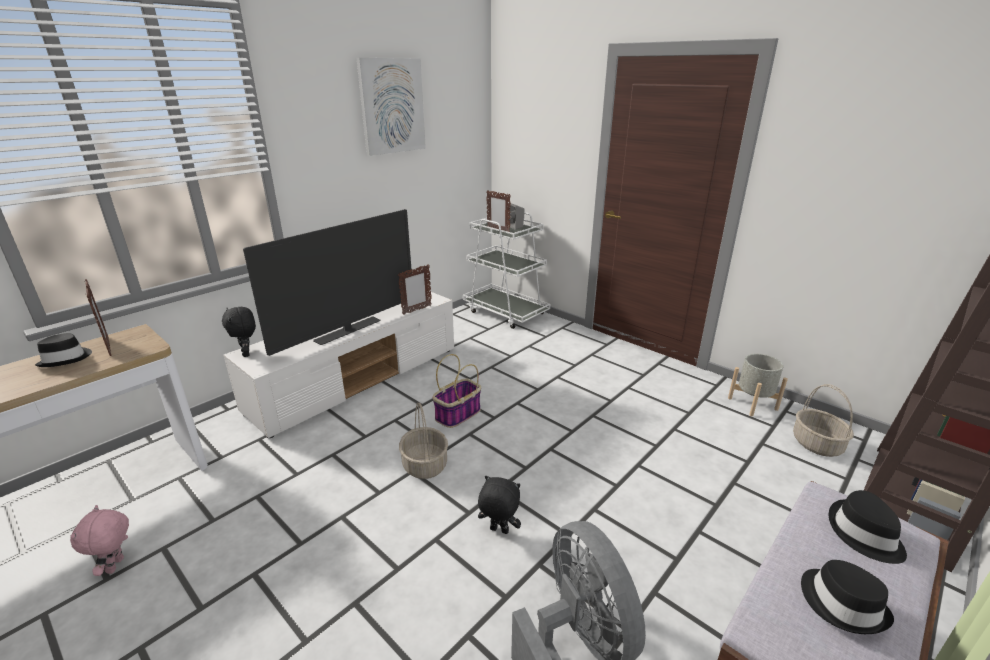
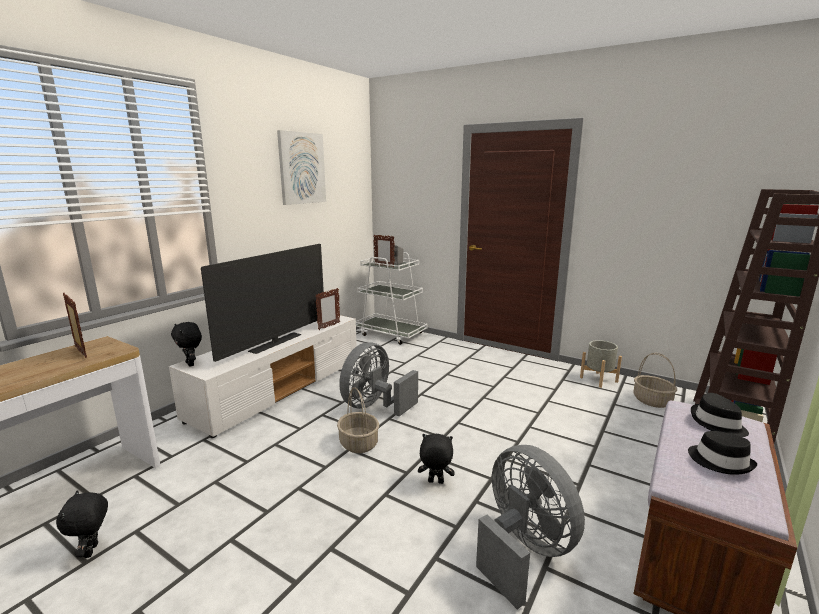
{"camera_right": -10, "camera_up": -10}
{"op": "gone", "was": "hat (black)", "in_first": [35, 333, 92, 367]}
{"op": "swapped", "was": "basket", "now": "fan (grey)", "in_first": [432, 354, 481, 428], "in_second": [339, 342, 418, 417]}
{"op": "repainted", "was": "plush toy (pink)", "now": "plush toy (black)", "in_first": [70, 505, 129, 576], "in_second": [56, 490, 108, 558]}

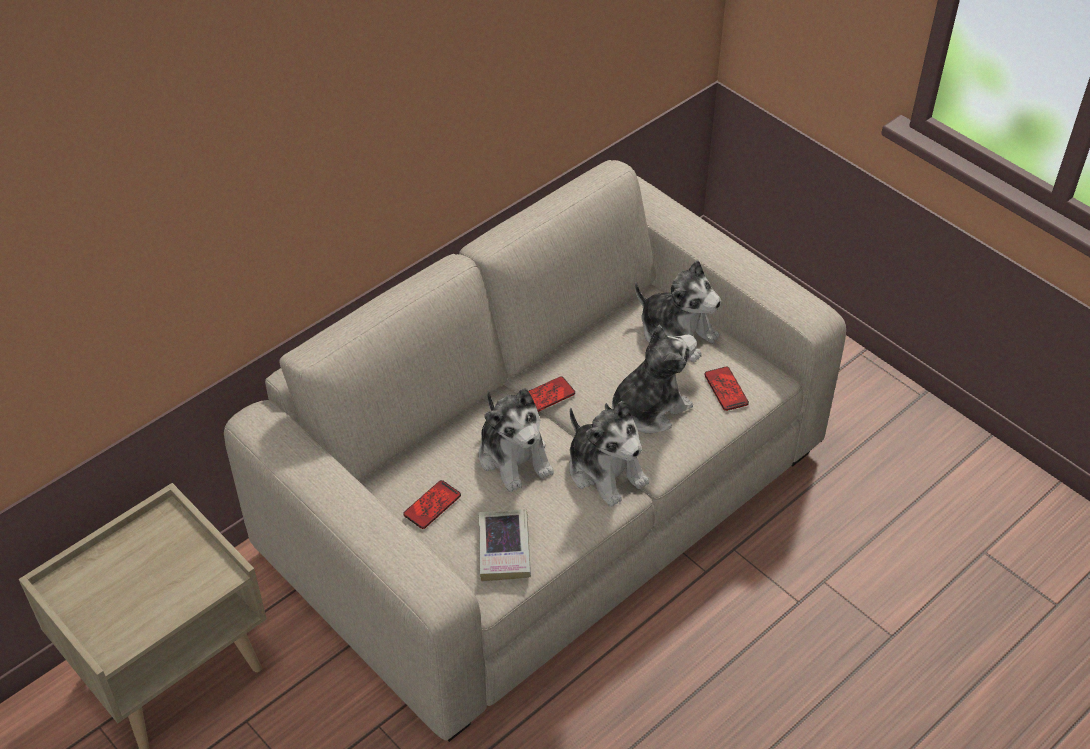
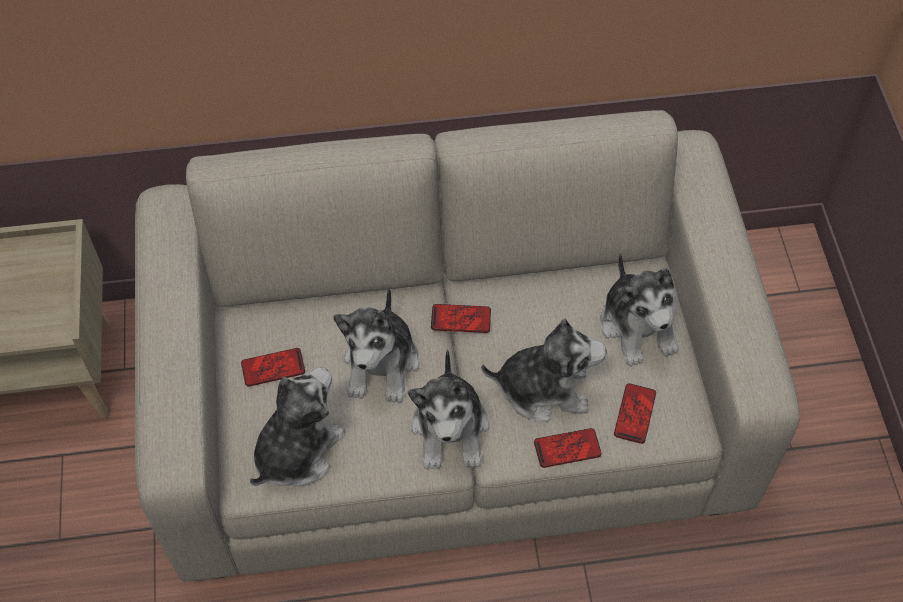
{"camera_right": 35, "camera_up": 10}
{"op": "swapped", "was": "book", "now": "plush toy", "in_first": [479, 509, 531, 581], "in_second": [250, 367, 345, 486]}
{"op": "new", "now": "phone", "in_second": [534, 428, 602, 468]}

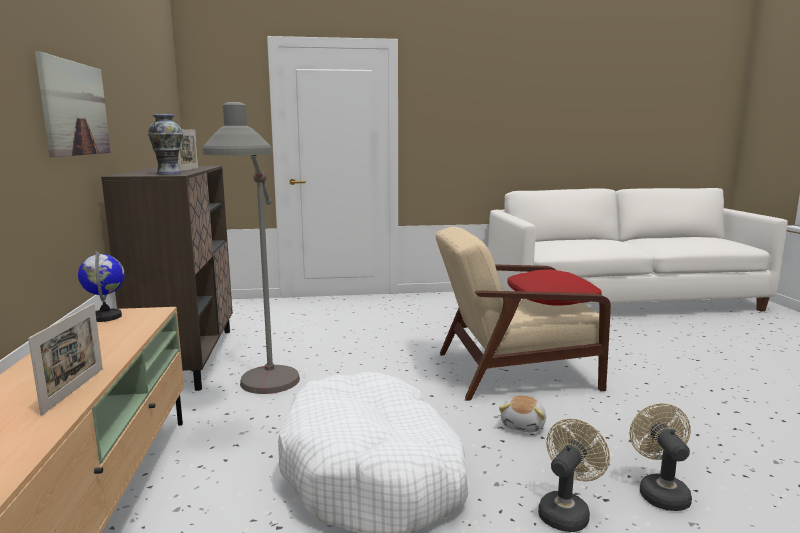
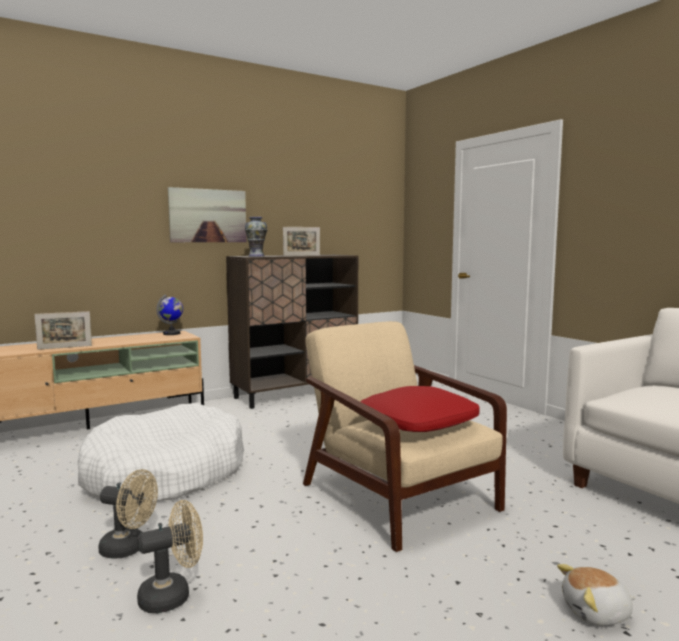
{"camera_right": 65, "camera_up": -5}
{"op": "gone", "was": "floor lamp (grey)", "in_first": [203, 102, 300, 394]}
{"op": "shifted", "was": "plush toy", "in_first": [499, 395, 546, 433], "in_second": [557, 564, 636, 626]}

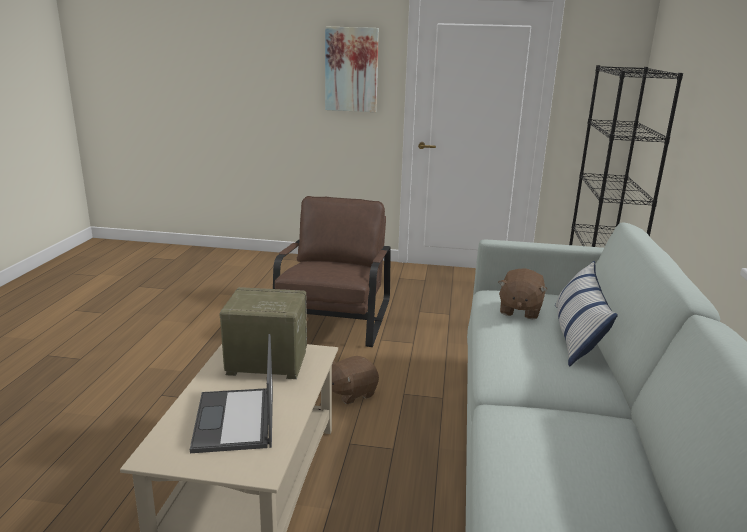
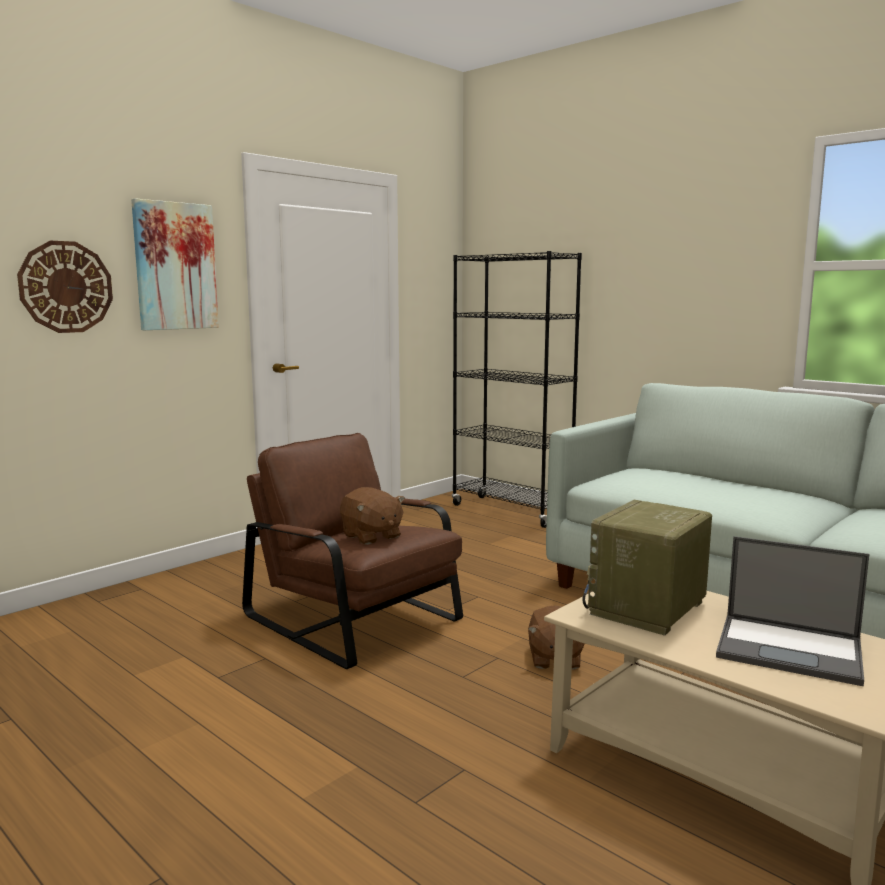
{"camera_right": -55, "camera_up": -10}
{"op": "gone", "was": "pillow", "in_first": [555, 261, 618, 367]}
{"op": "shifted", "was": "plush toy (brown)", "in_first": [498, 269, 548, 320], "in_second": [340, 487, 405, 545]}
{"op": "new", "now": "wall clock", "in_second": [17, 241, 113, 333]}

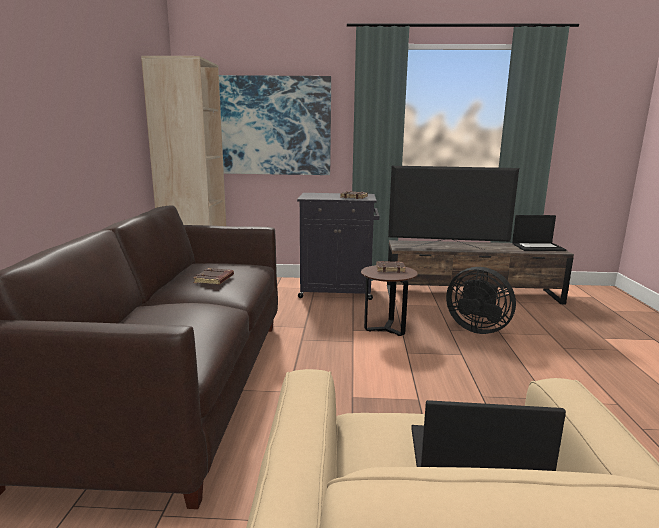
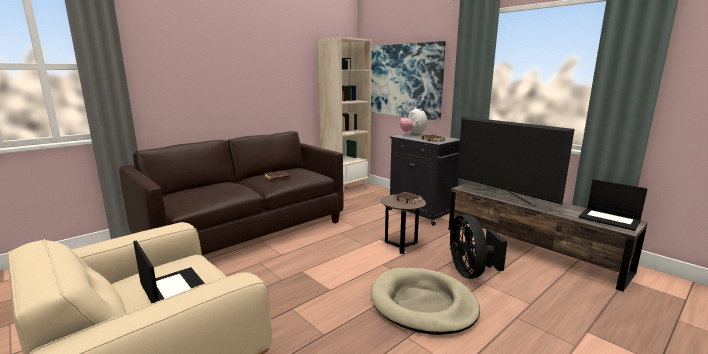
{"camera_right": 45, "camera_up": 0}
{"op": "new", "now": "plush toy", "in_second": [400, 107, 427, 135]}
{"op": "new", "now": "dog bed (beige)", "in_second": [370, 268, 480, 335]}

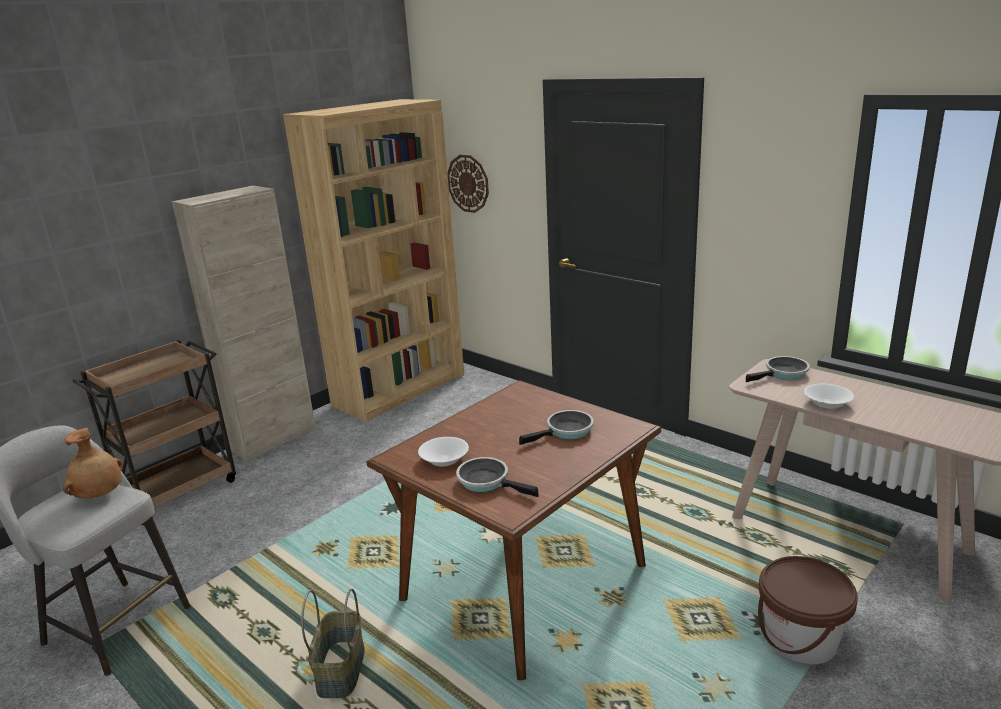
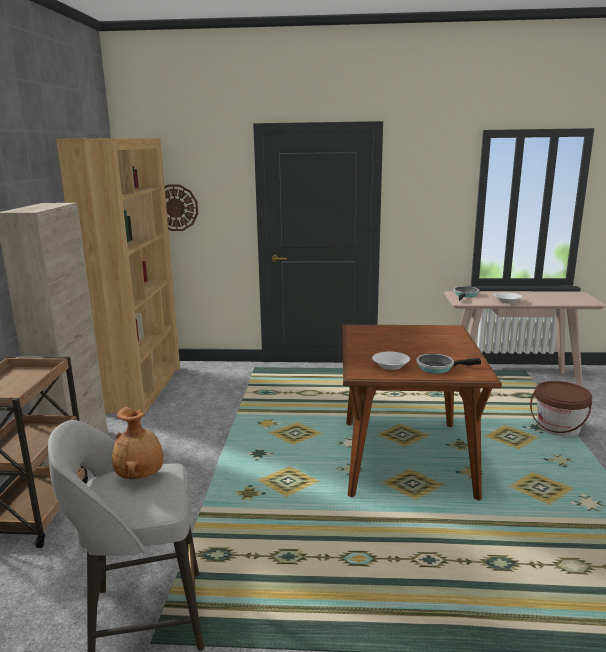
{"camera_right": -40, "camera_up": -5}
{"op": "gone", "was": "frying pan", "in_first": [519, 410, 594, 445]}
{"op": "gone", "was": "basket", "in_first": [301, 589, 365, 698]}

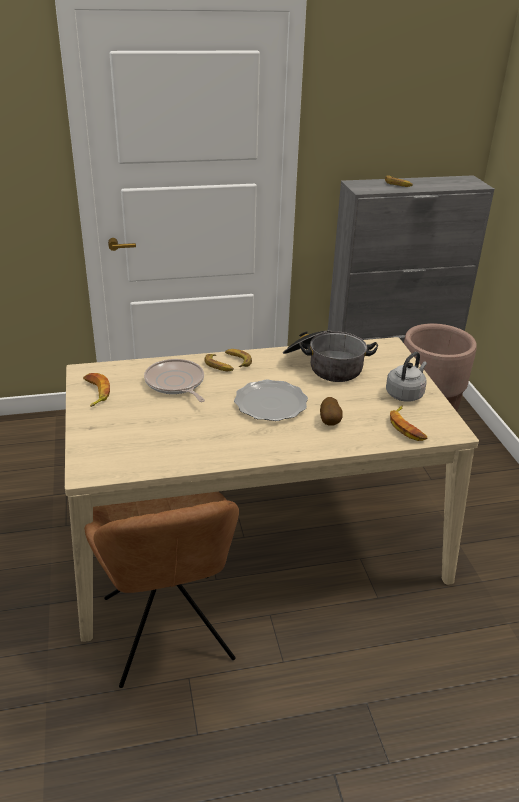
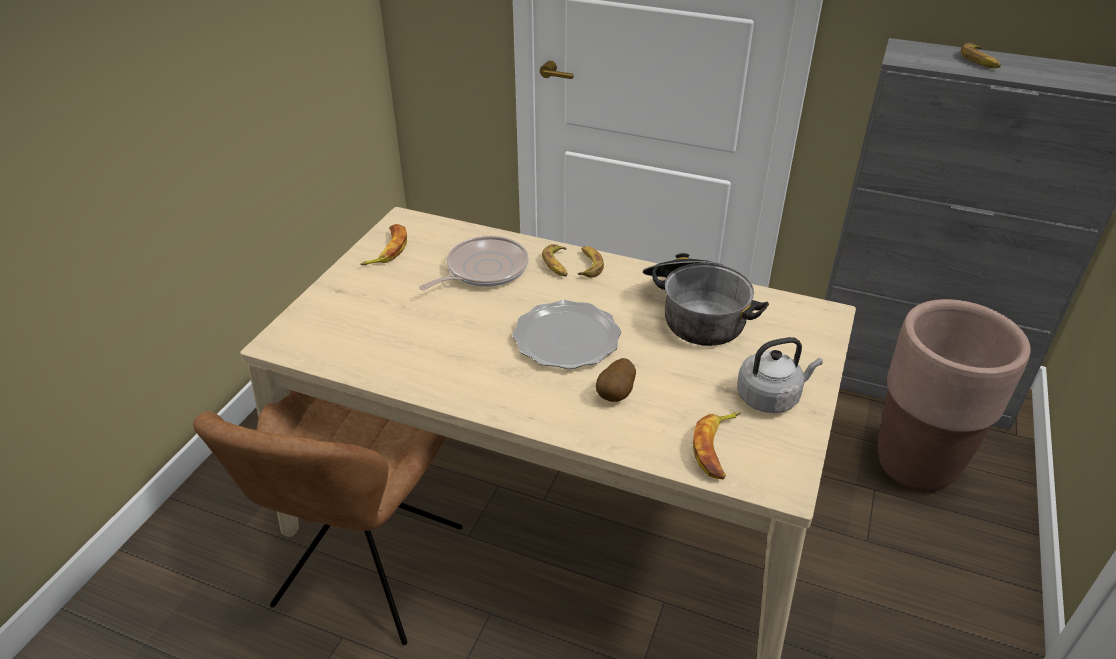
{"camera_right": 35, "camera_up": 5}
{"op": "rotated", "was": "frying pan", "in_first": [144, 359, 205, 402], "in_second": [419, 236, 529, 290], "clockwise": 45}

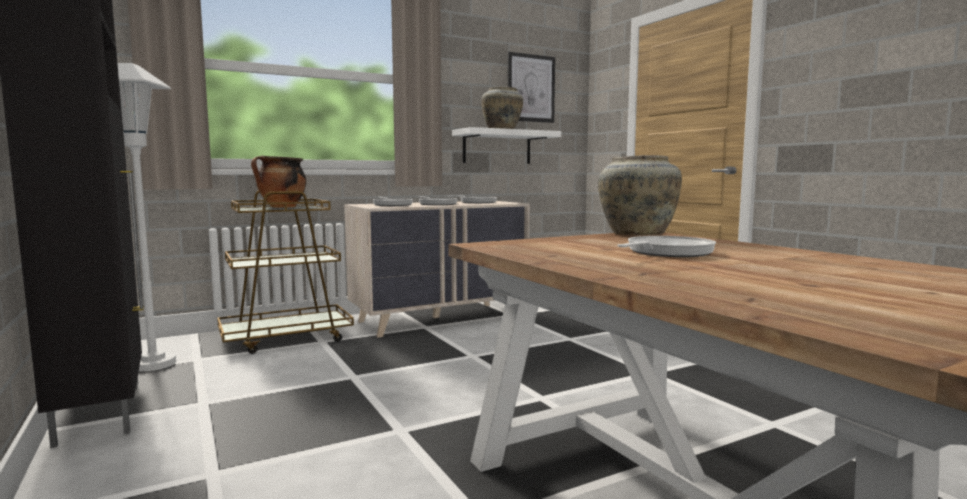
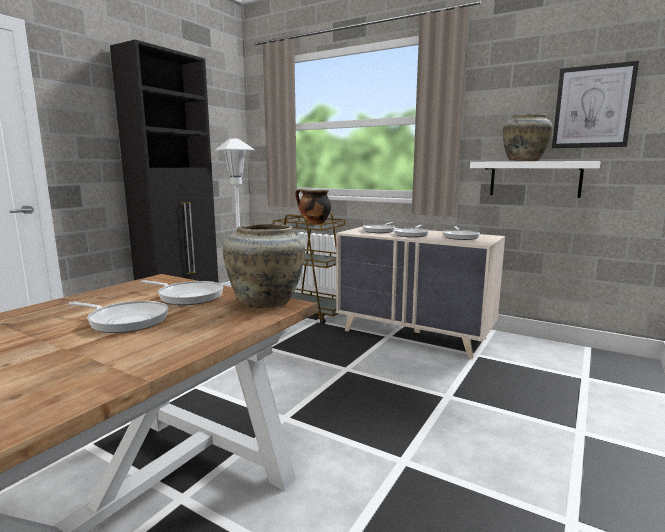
{"camera_right": 60, "camera_up": 5}
{"op": "new", "now": "frying pan", "in_second": [141, 280, 223, 305]}

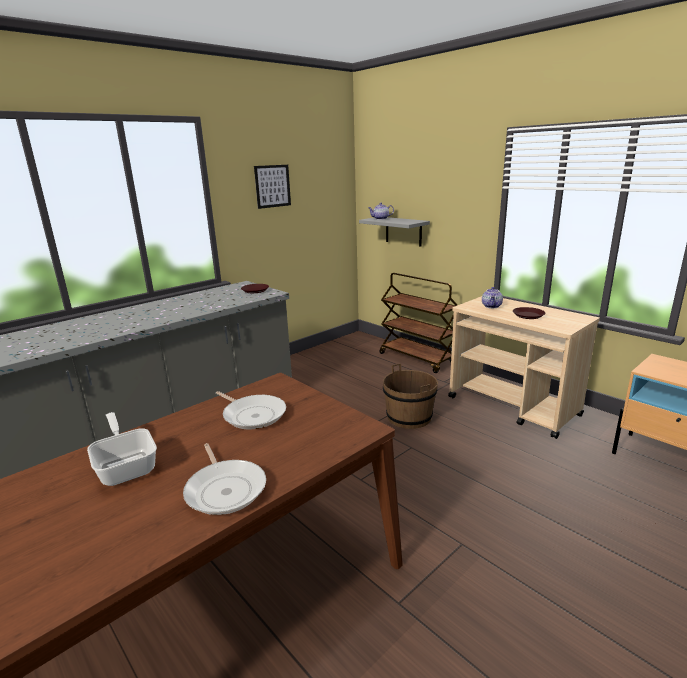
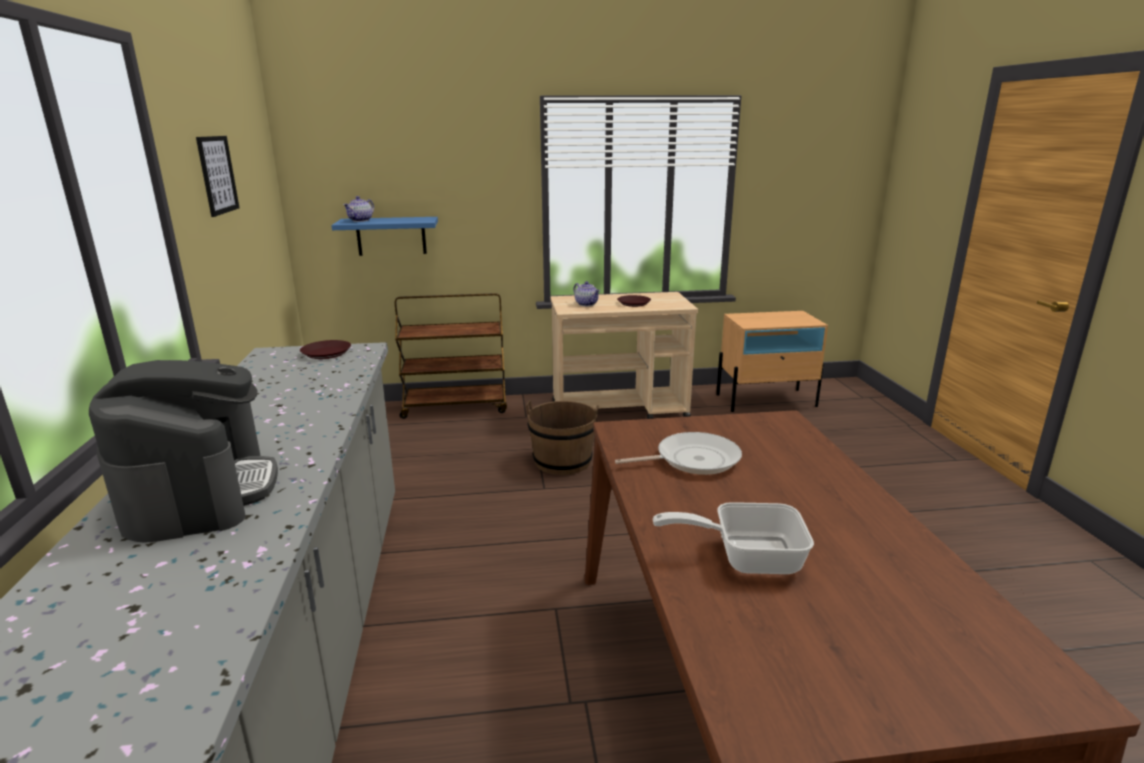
{"camera_right": -55, "camera_up": 0}
{"op": "repainted", "was": "shelf (grey)", "now": "shelf (blue)", "in_first": [359, 217, 430, 247], "in_second": [331, 217, 438, 256]}
{"op": "gone", "was": "frying pan", "in_first": [183, 443, 266, 515]}
{"op": "new", "now": "coffee machine", "in_second": [89, 360, 278, 543]}

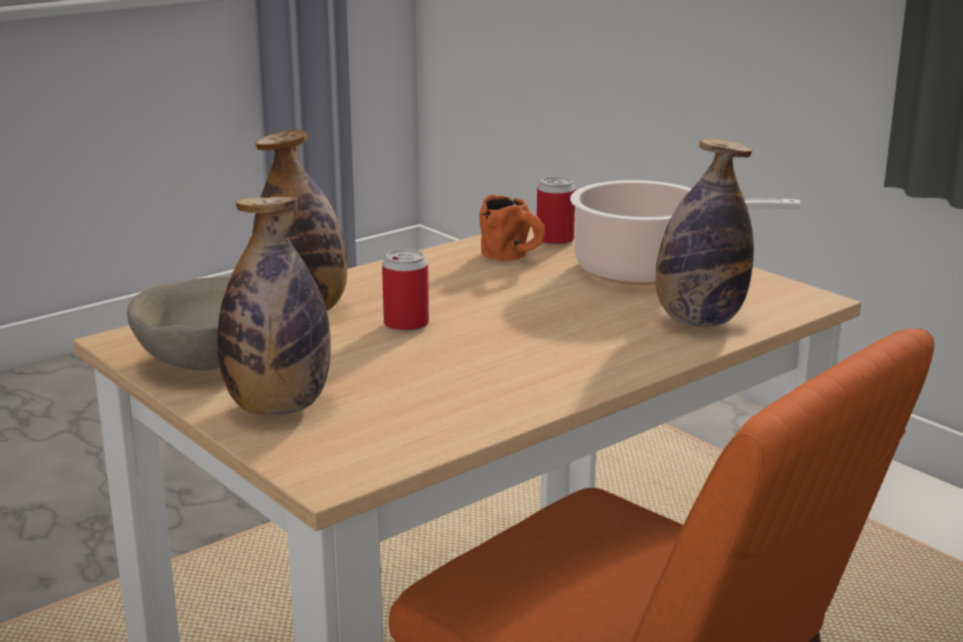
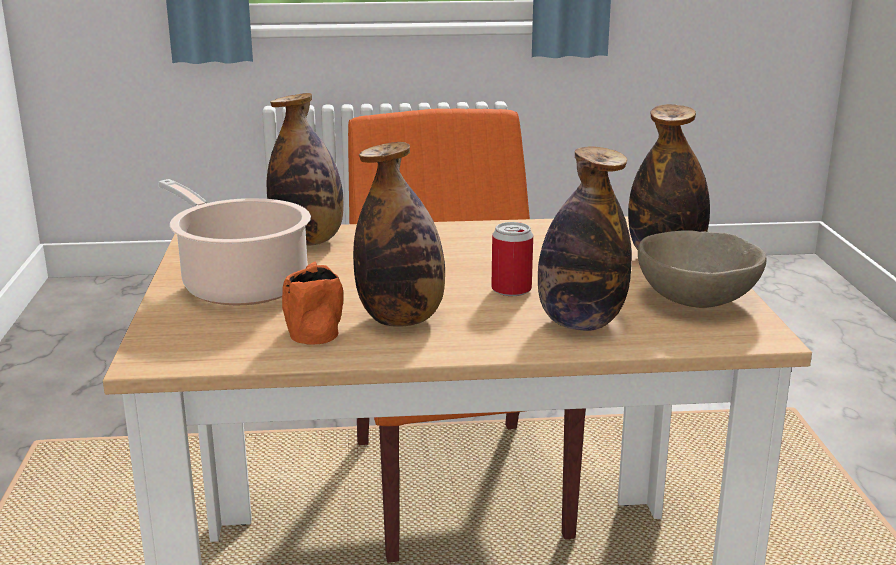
{"camera_right": -145, "camera_up": 0}
{"op": "gone", "was": "can", "in_first": [537, 176, 576, 246]}
{"op": "new", "now": "bottle", "in_second": [353, 142, 445, 326]}

